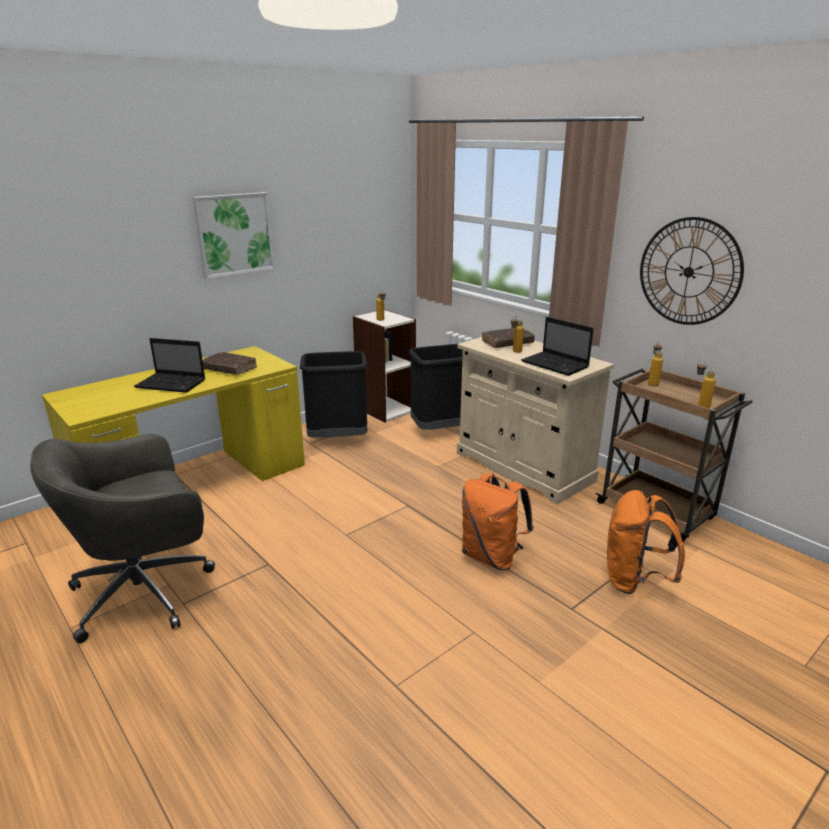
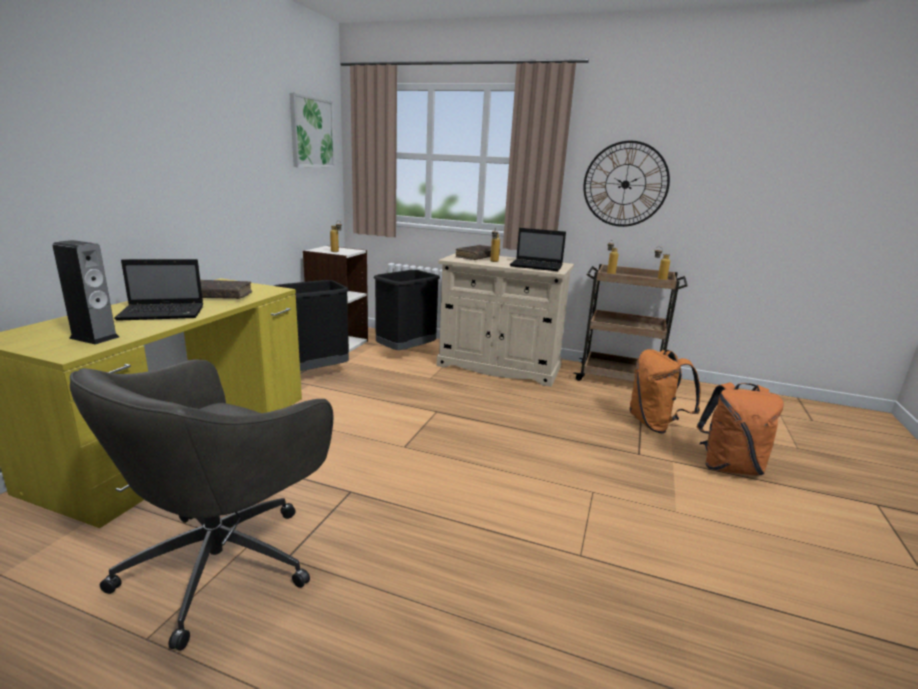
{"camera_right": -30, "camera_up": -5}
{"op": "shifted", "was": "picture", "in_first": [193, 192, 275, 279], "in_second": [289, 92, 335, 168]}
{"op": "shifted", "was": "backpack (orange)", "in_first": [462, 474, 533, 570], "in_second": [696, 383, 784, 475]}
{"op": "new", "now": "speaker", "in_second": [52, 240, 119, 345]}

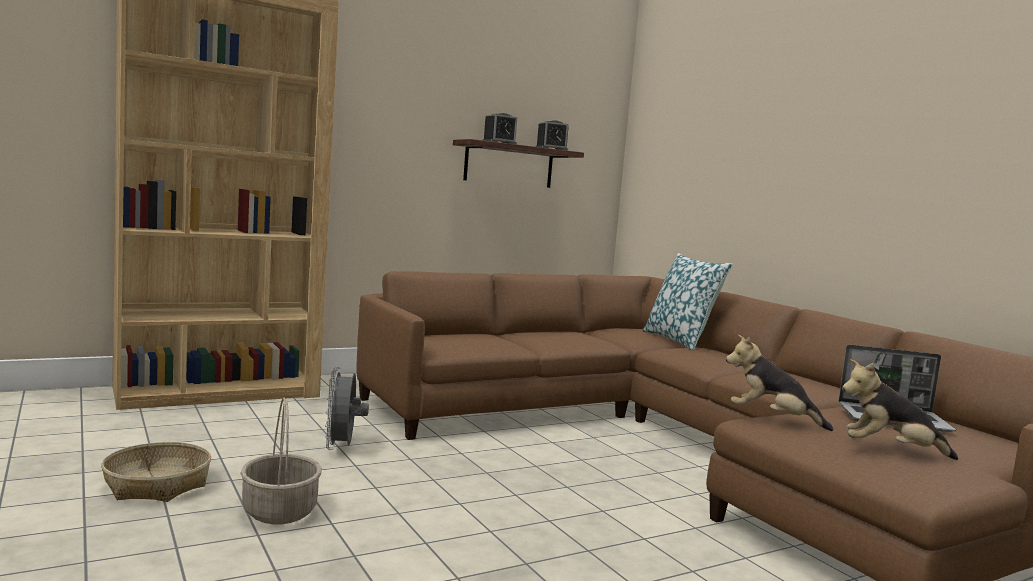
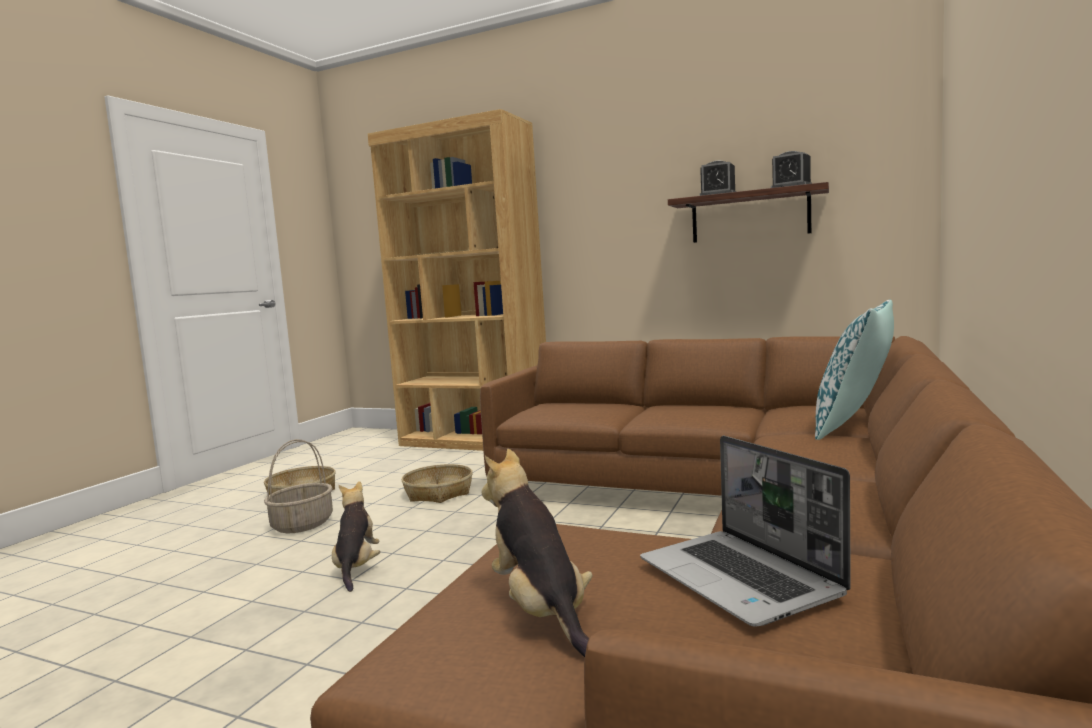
{"camera_right": 55, "camera_up": 0}
{"op": "shifted", "was": "plush toy", "in_first": [726, 335, 833, 431], "in_second": [332, 481, 380, 592]}
{"op": "swapped", "was": "fan (grey)", "now": "basket", "in_first": [325, 367, 369, 450], "in_second": [402, 464, 473, 503]}

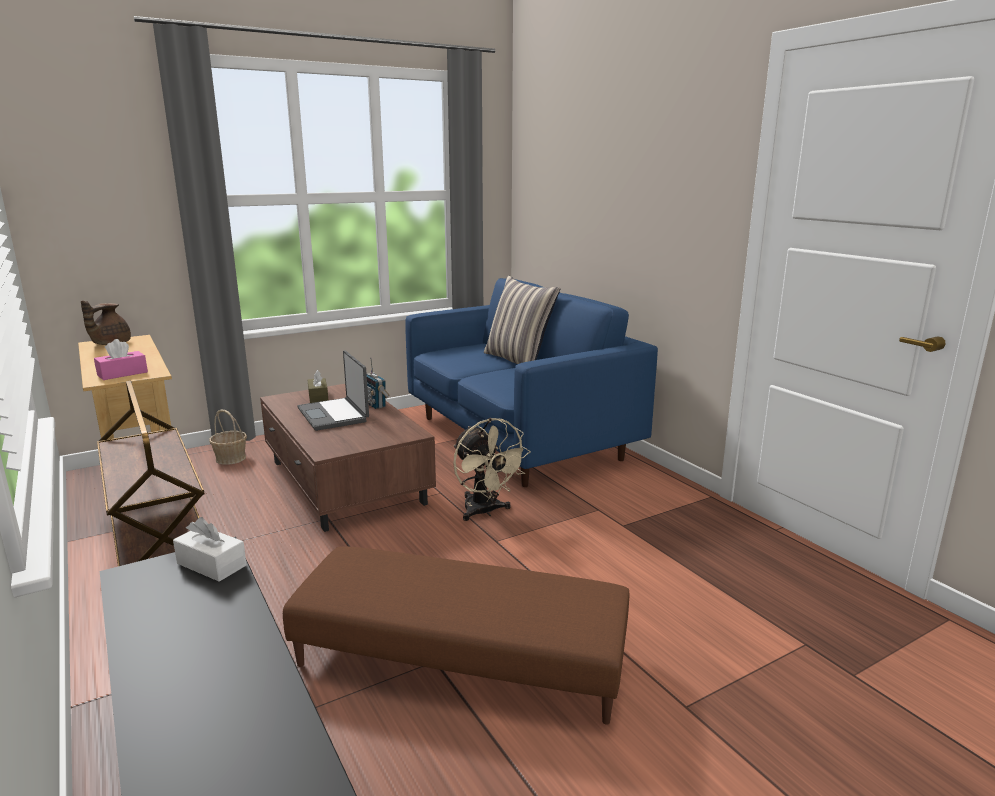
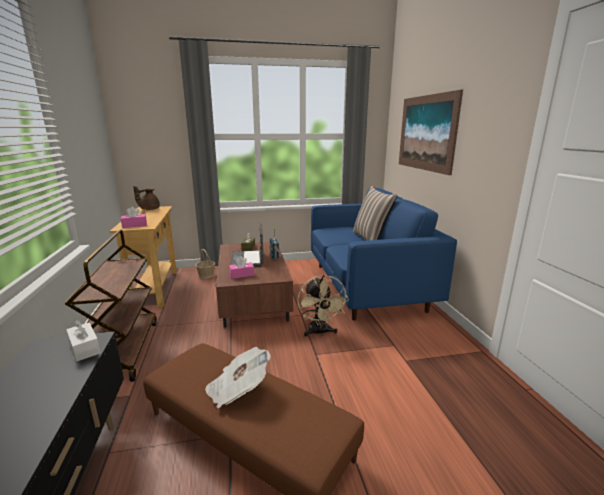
{"camera_right": 20, "camera_up": 0}
{"op": "new", "now": "picture", "in_second": [399, 90, 463, 175]}
{"op": "new", "now": "tissue box (pink)", "in_second": [229, 256, 255, 279]}
{"op": "new", "now": "newspaper", "in_second": [205, 347, 271, 408]}

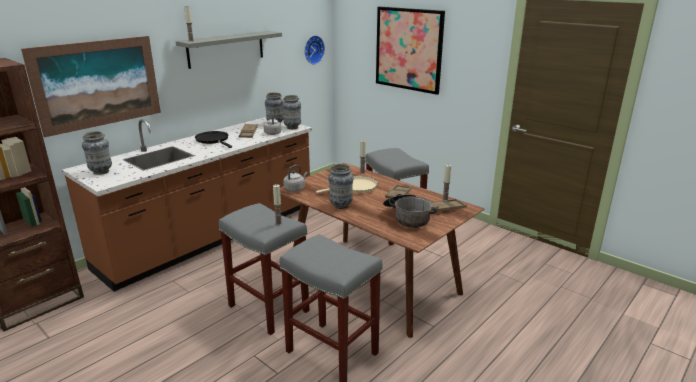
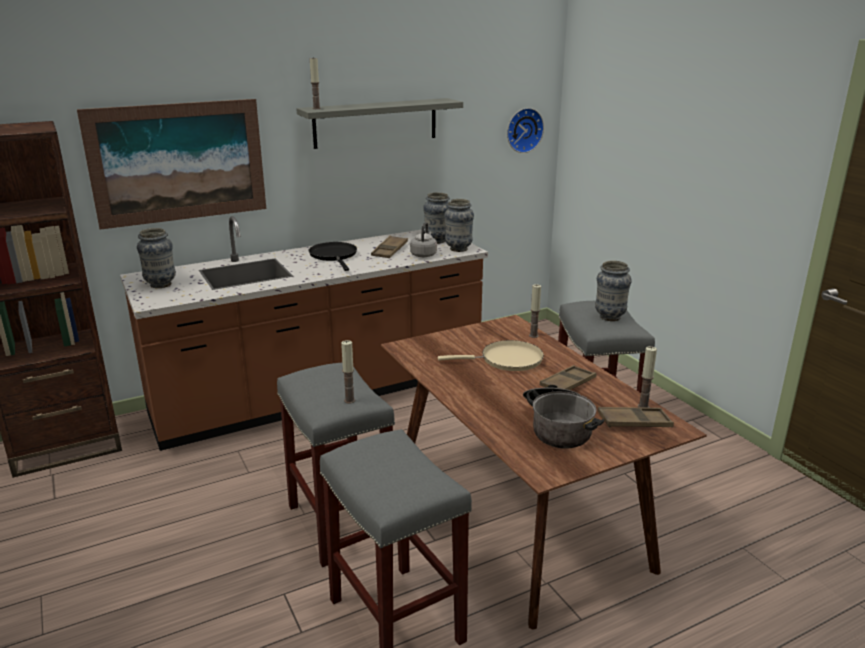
{"camera_right": 20, "camera_up": 0}
{"op": "gone", "was": "picture", "in_first": [376, 7, 445, 95]}
{"op": "shifted", "was": "vase", "in_first": [328, 164, 354, 209], "in_second": [595, 260, 632, 321]}
{"op": "gone", "was": "kettle (grey)", "in_first": [283, 165, 308, 192]}

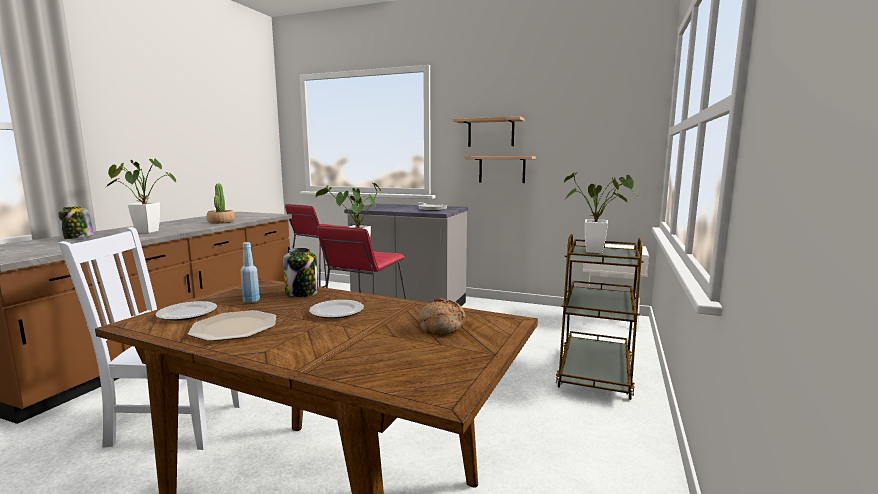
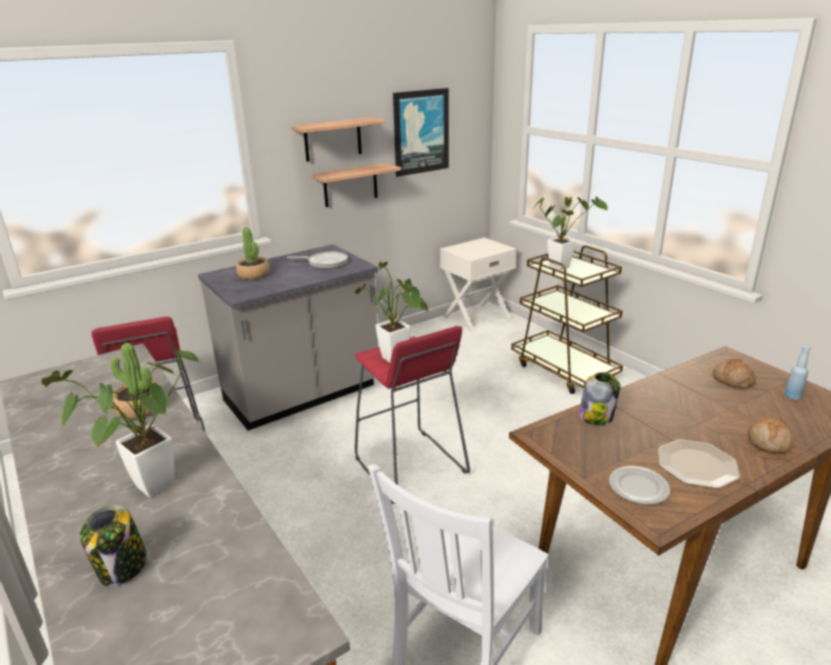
{"camera_right": -55, "camera_up": 15}
{"op": "shifted", "was": "bottle (blue)", "in_first": [241, 242, 260, 303], "in_second": [784, 345, 810, 400]}
{"op": "gone", "was": "plate", "in_first": [309, 300, 364, 319]}
{"op": "new", "now": "picture", "in_second": [393, 88, 449, 177]}
{"op": "new", "now": "potted plant", "in_second": [236, 227, 270, 280]}
{"op": "new", "now": "bread", "in_second": [748, 416, 793, 453]}

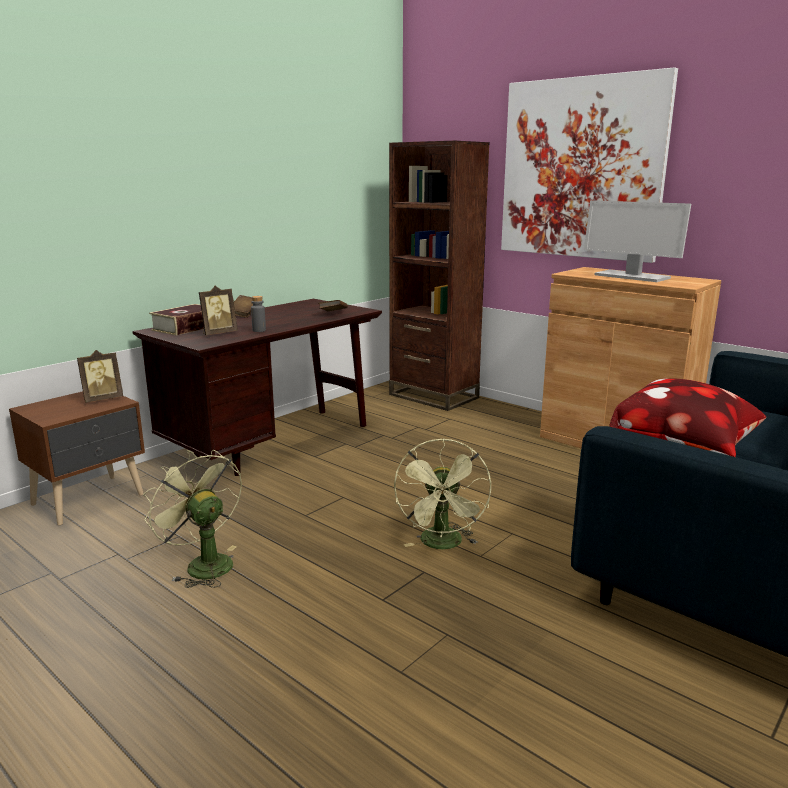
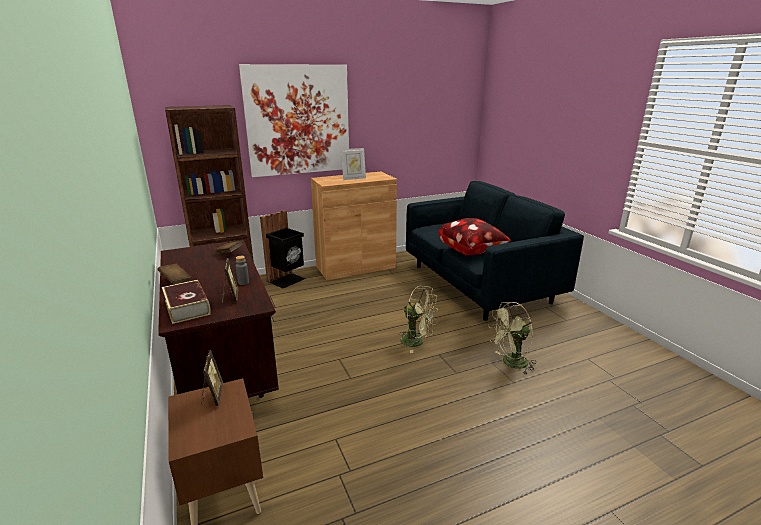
{"camera_right": -65, "camera_up": 5}
{"op": "swapped", "was": "monitor", "now": "picture frame", "in_first": [584, 200, 691, 282], "in_second": [341, 148, 366, 180]}
{"op": "shifted", "was": "fan (green)", "in_first": [143, 450, 242, 588], "in_second": [488, 302, 536, 374]}
{"op": "new", "now": "trash can (black)", "in_second": [260, 210, 305, 289]}

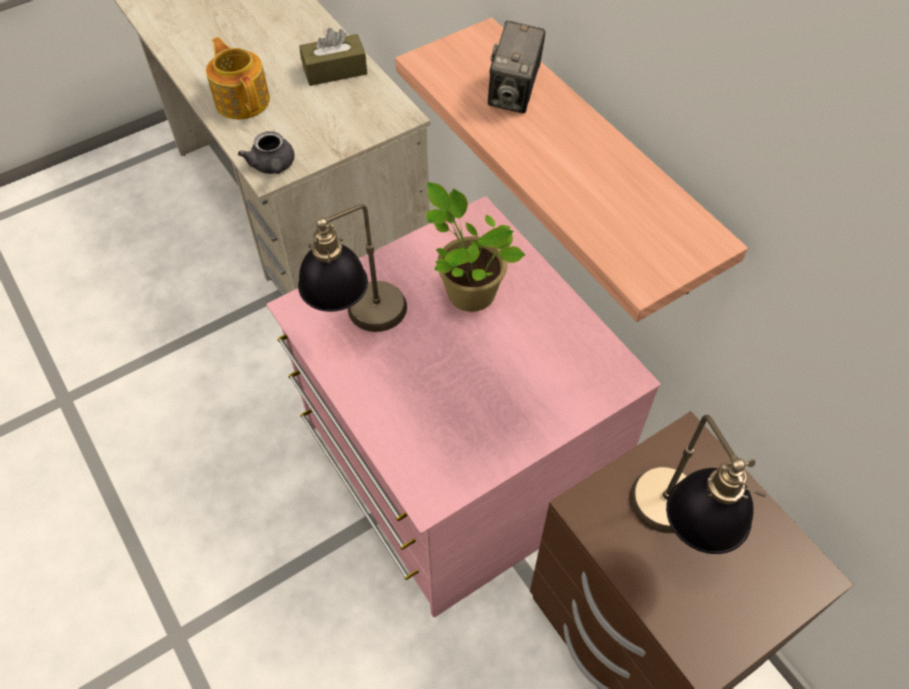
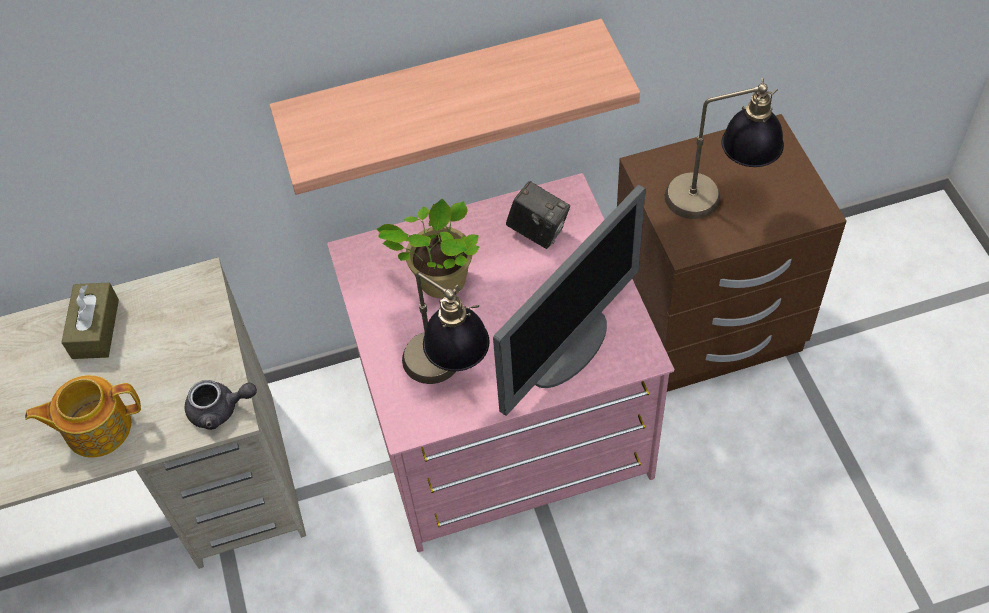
{"camera_right": -70, "camera_up": 0}
{"op": "shifted", "was": "photo camera", "in_first": [488, 20, 545, 113], "in_second": [506, 181, 570, 249]}
{"op": "new", "now": "monitor", "in_second": [493, 185, 646, 416]}

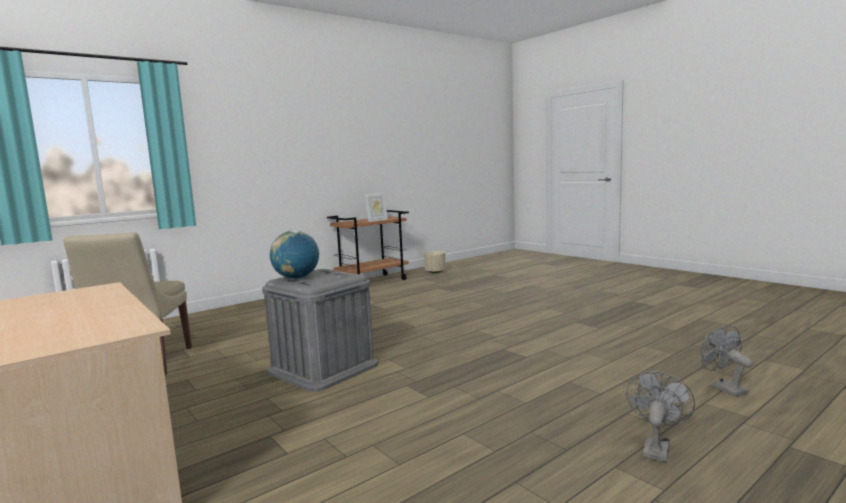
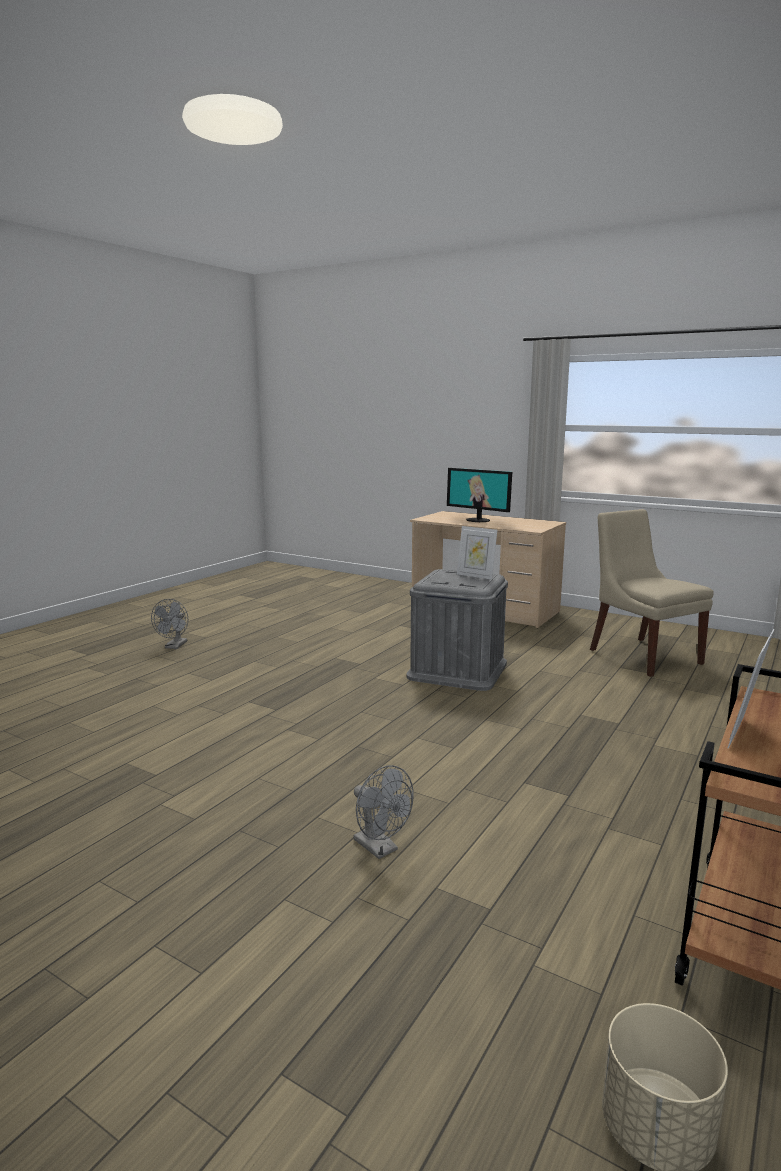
{"camera_right": 160, "camera_up": 5}
{"op": "swapped", "was": "globe", "now": "picture frame", "in_first": [270, 230, 319, 279], "in_second": [457, 526, 497, 580]}
{"op": "shifted", "was": "fan (grey)", "in_first": [701, 325, 753, 397], "in_second": [353, 765, 413, 859]}
{"op": "new", "now": "monitor", "in_second": [447, 468, 512, 522]}

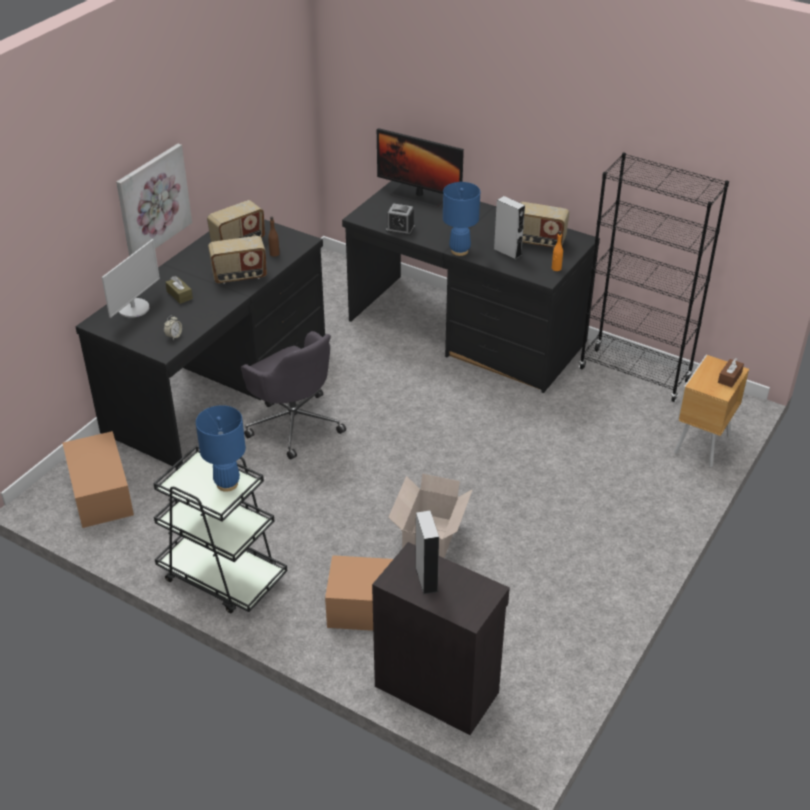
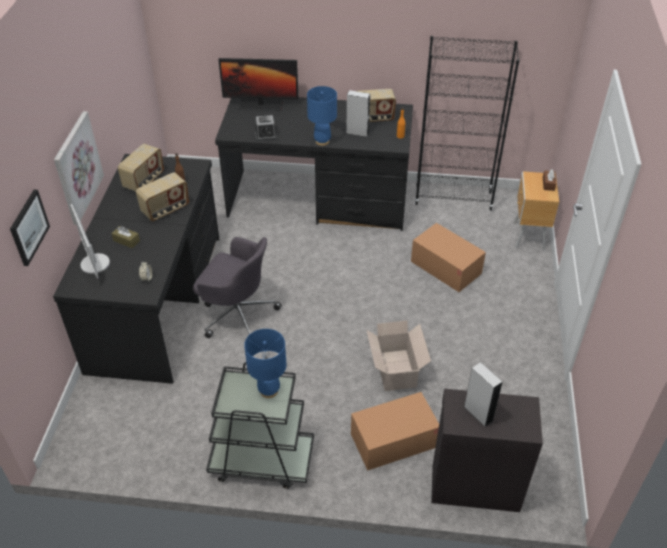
{"camera_right": -25, "camera_up": 5}
{"op": "rotated", "was": "monitor", "in_first": [102, 239, 160, 318], "in_second": [70, 204, 110, 279], "clockwise": 150}
{"op": "shifted", "was": "cardboard box", "in_first": [63, 431, 134, 528], "in_second": [411, 223, 486, 292]}
{"op": "new", "now": "picture", "in_second": [10, 190, 50, 266]}

